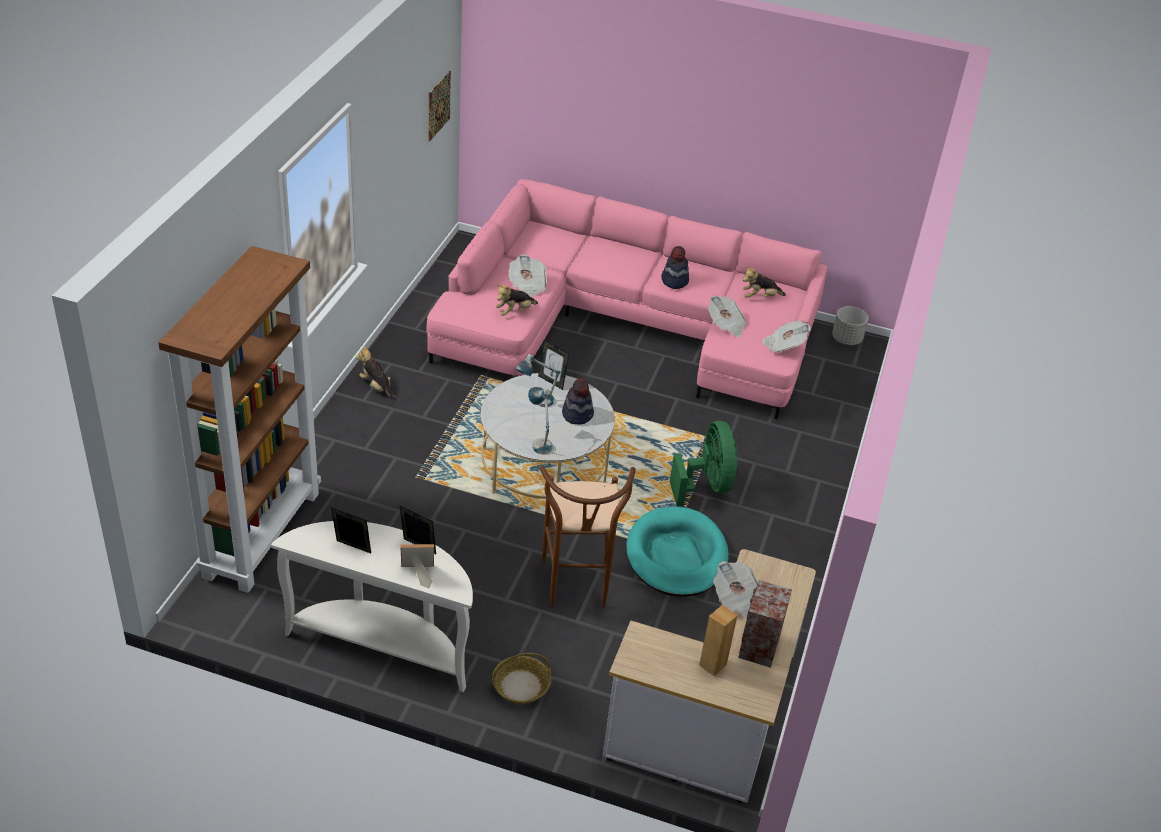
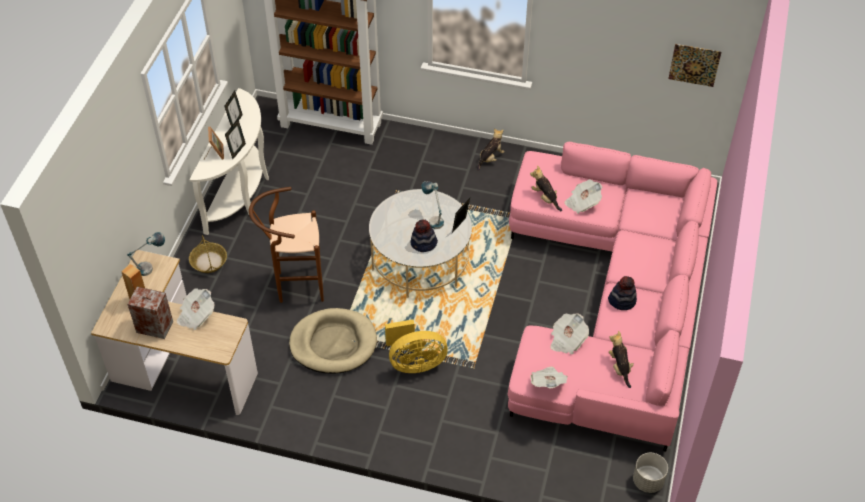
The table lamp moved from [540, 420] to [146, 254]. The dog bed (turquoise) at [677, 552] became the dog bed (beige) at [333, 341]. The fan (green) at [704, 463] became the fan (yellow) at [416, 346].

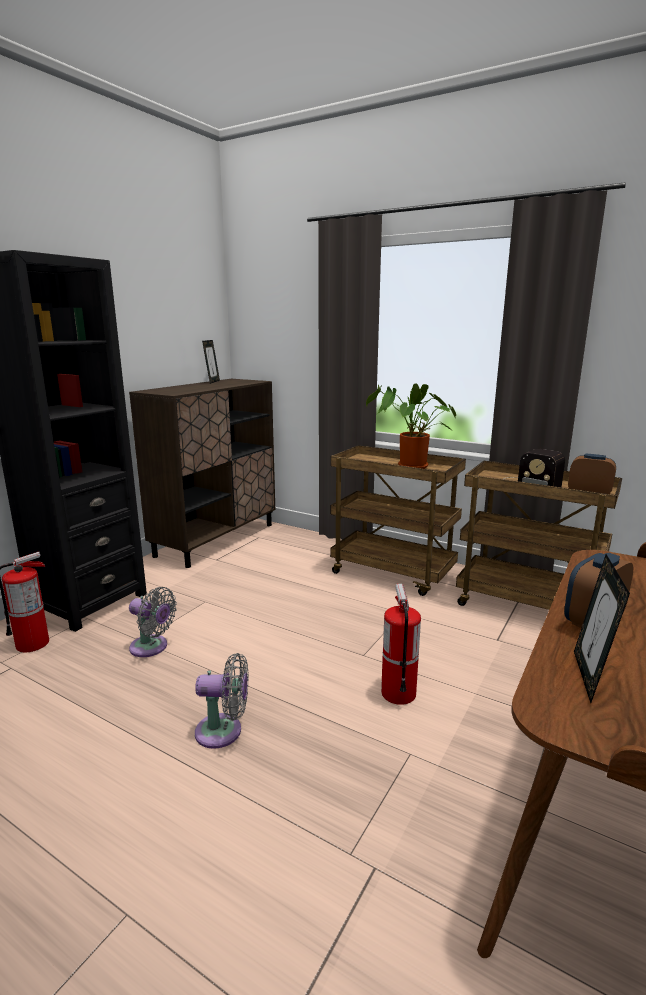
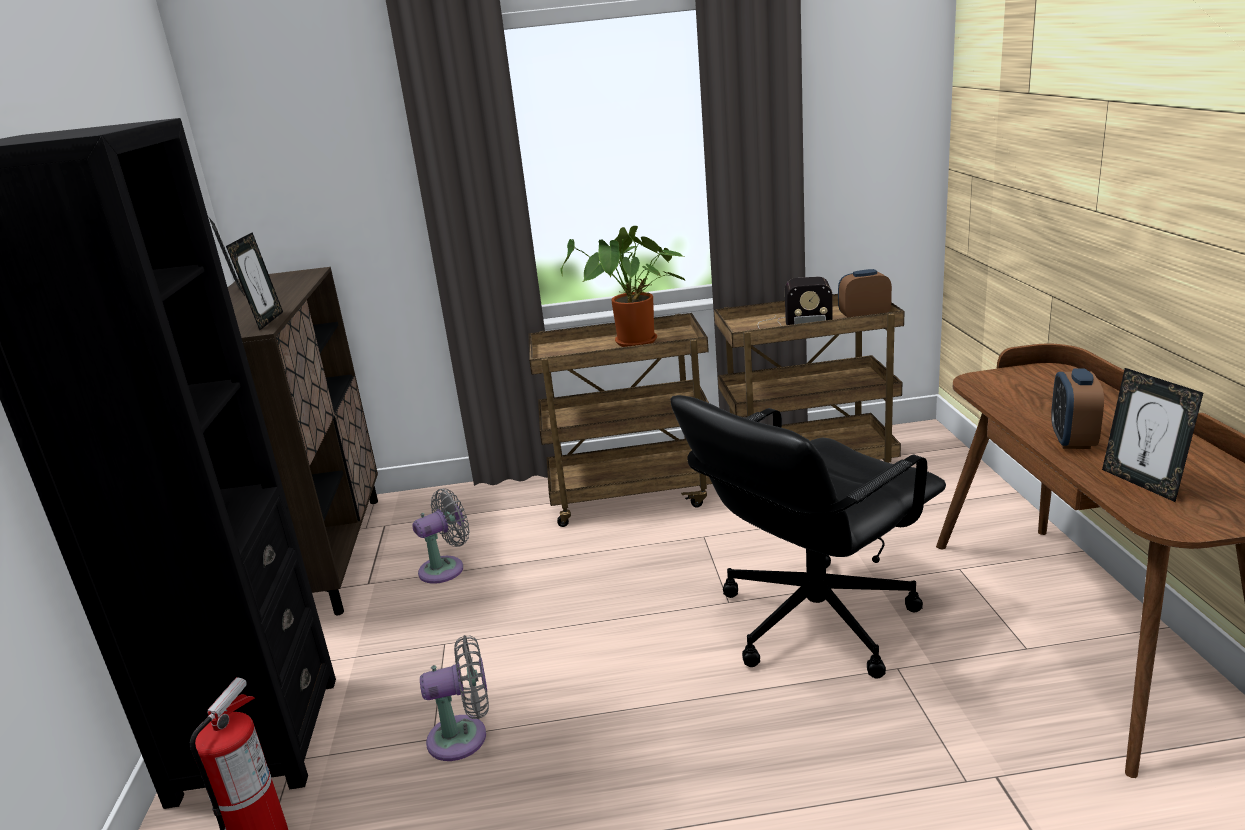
The picture frame at [254, 281] appeared. The fan (grey) moved from [222, 701] to [441, 536]. The fire extinguisher at [401, 644] was replaced by the office chair (black) at [808, 537].

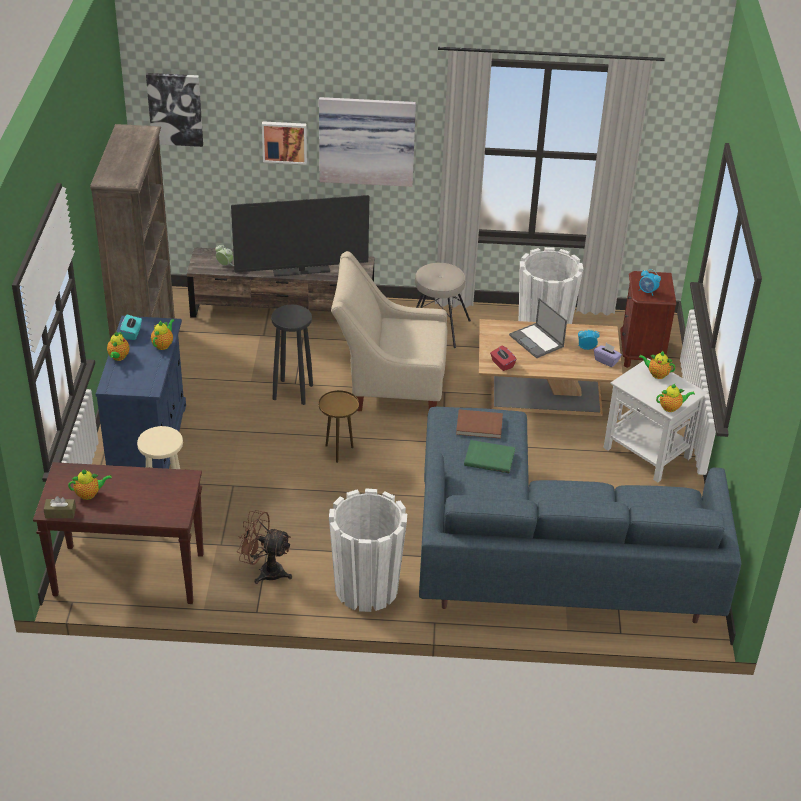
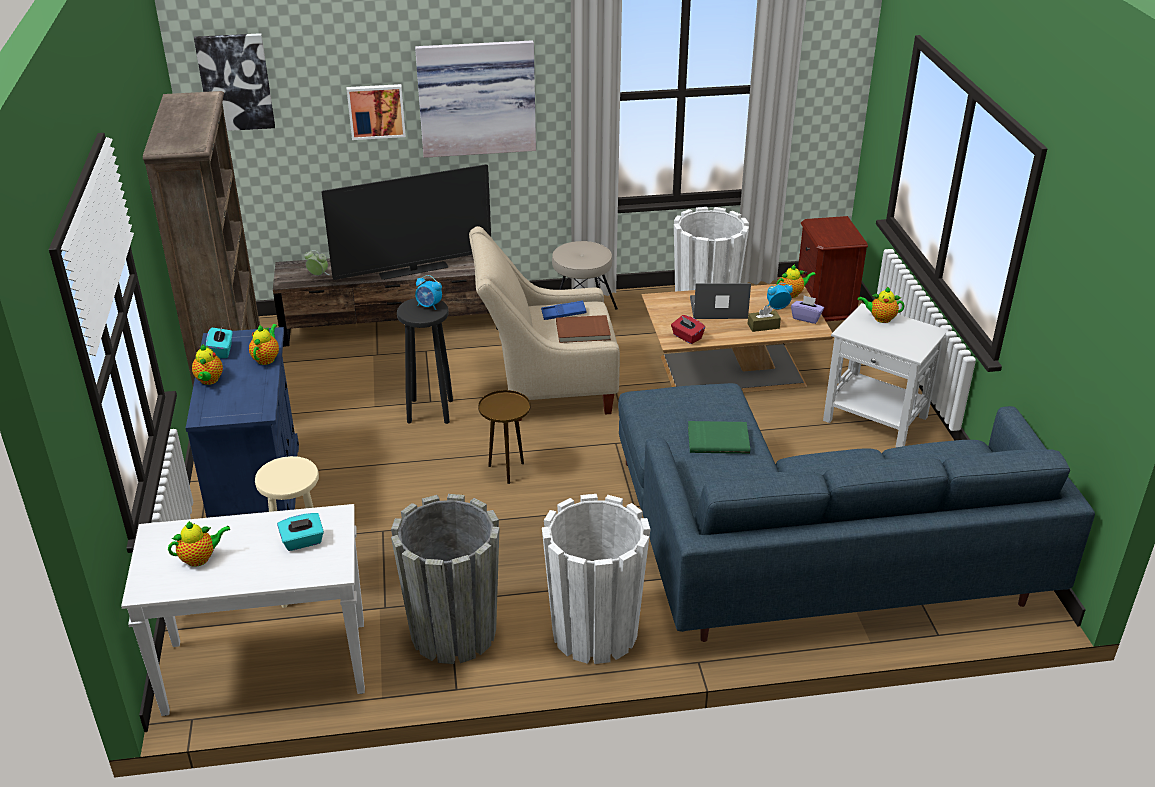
The tissue box (turquoise) at [300, 532] appeared. The tray (blue) at [563, 310] appeared. The tissue box (brown) moved from [60, 507] to [764, 319]. The book (brown) moved from [479, 424] to [583, 329]. The alarm clock moved from [650, 282] to [428, 292]. The teapot moved from [675, 398] to [796, 281]. The fan (brown) at [264, 547] was replaced by the planter (grey) at [445, 579]. The console table (brown) at [118, 533] became the console table (white) at [243, 610]. The laptop at [538, 328] turned 135 degrees clockwise.

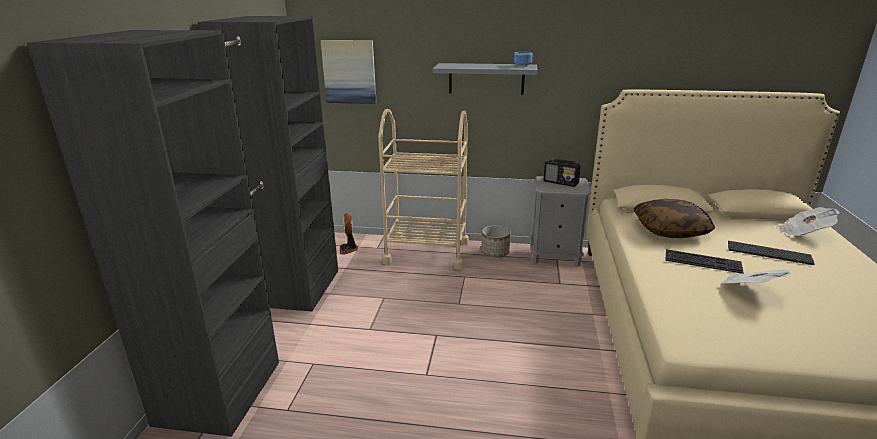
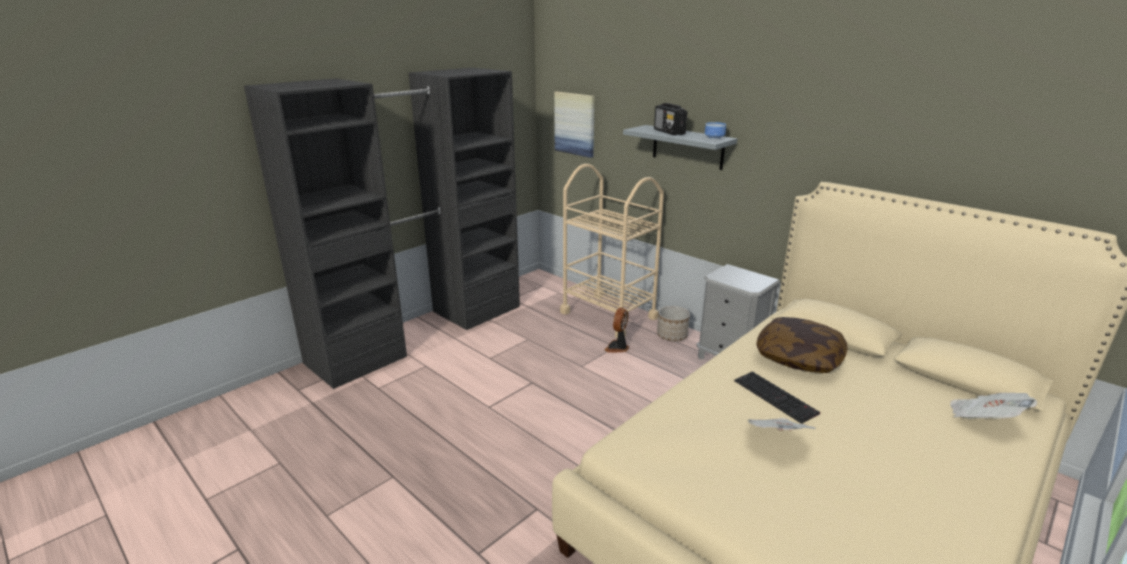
The keyboard at [771, 253] disappeared. The fan moved from [349, 234] to [617, 330]. The radio moved from [562, 172] to [670, 119].

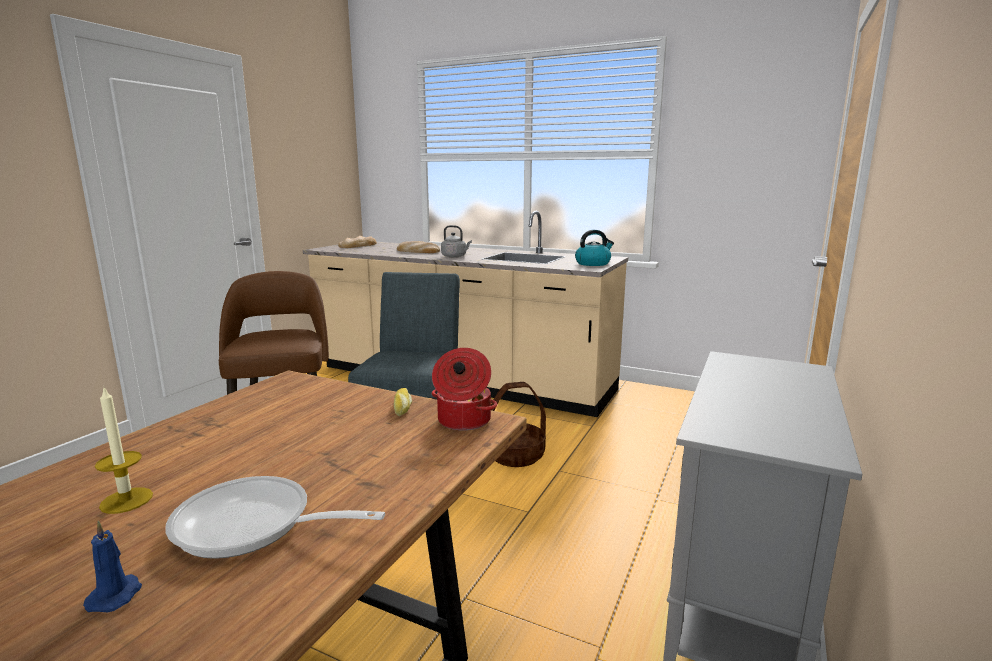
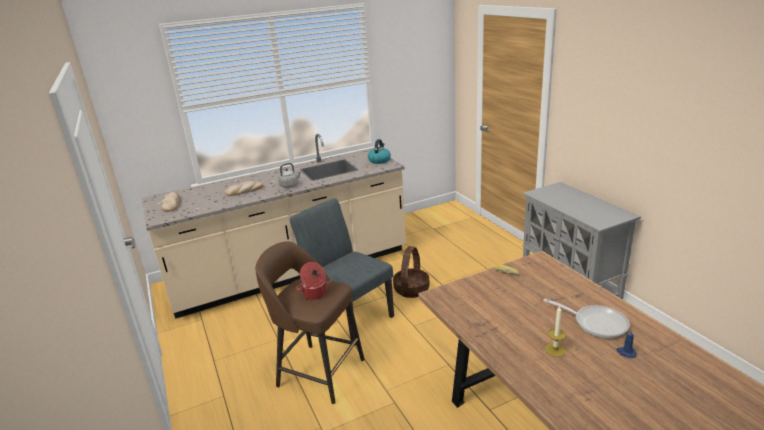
The cooking pot moved from [464, 389] to [313, 281]. The frying pan at [275, 517] turned 105 degrees counterclockwise.

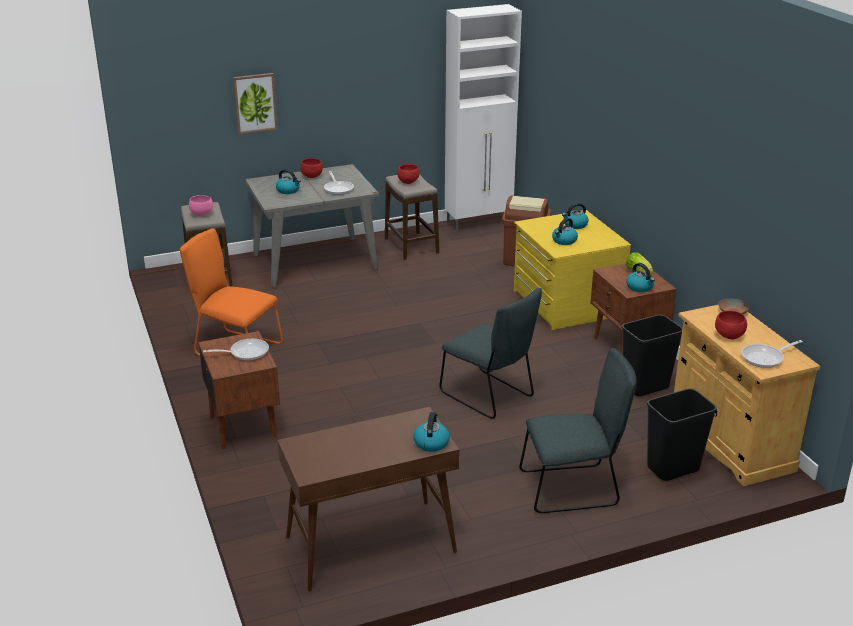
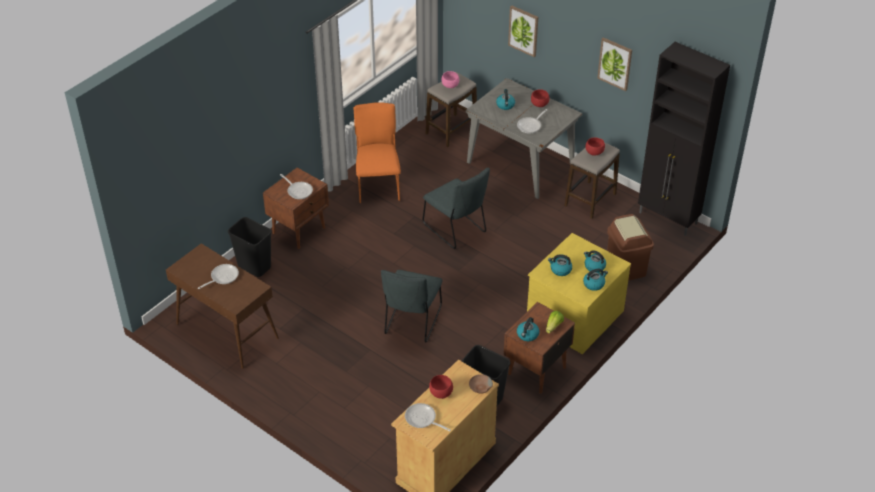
The frying pan at [218, 276] appeared. The picture at [614, 64] appeared. The kettle moved from [431, 432] to [595, 279]. The chair (grey) moved from [578, 430] to [456, 208]. The trash can (black) moved from [682, 434] to [250, 247]. The cabinet (white) at [483, 118] became the cabinet (black) at [684, 139].

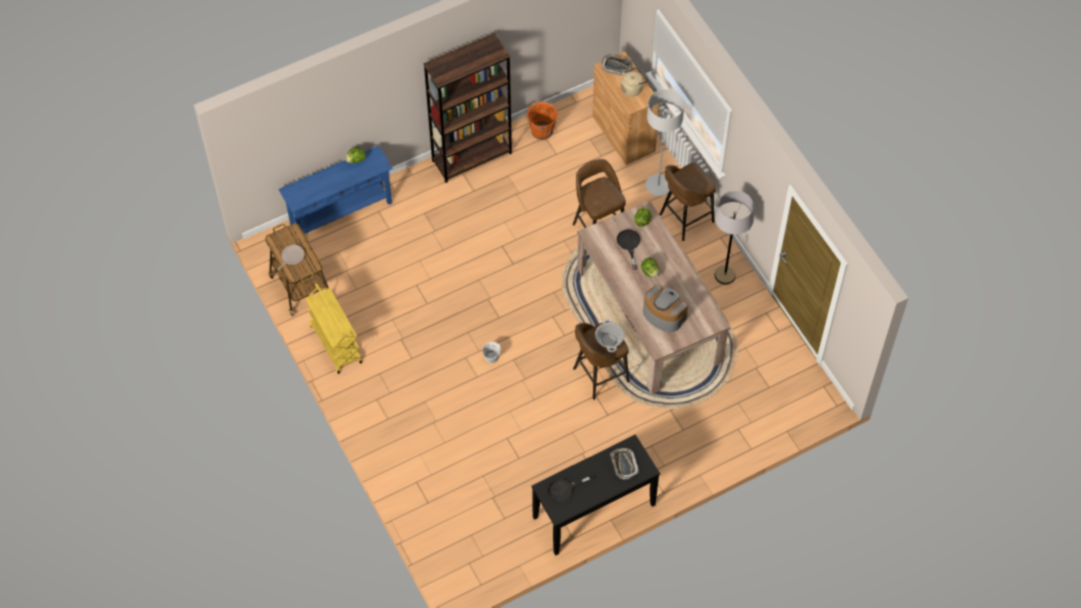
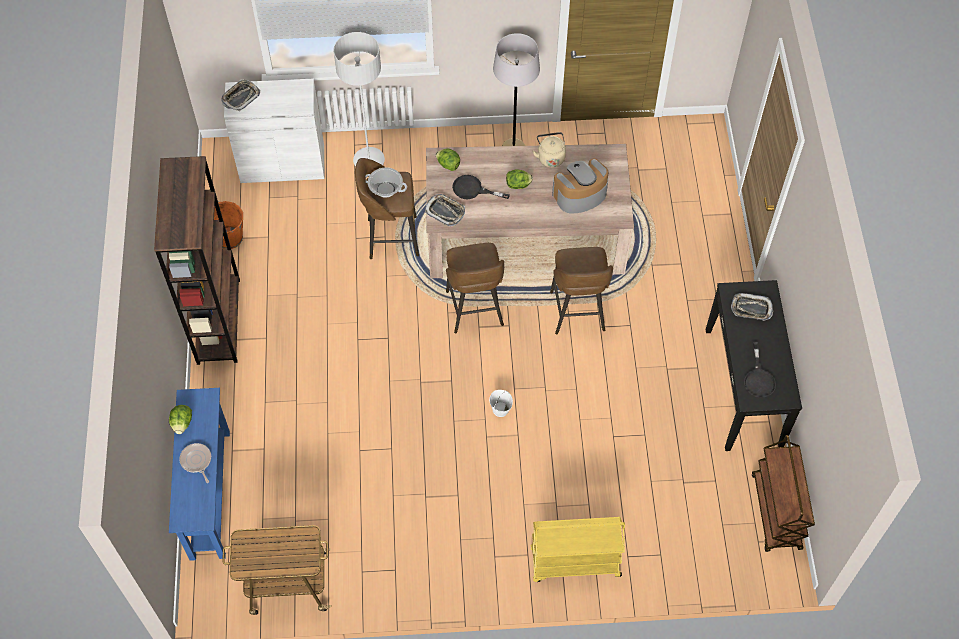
The tray at [445, 210] appeared. The cart (brown) at [783, 493] appeared. The frying pan moved from [291, 257] to [195, 463]. The cart (yellow) moved from [334, 328] to [577, 549]. The cooking pot moved from [609, 335] to [386, 183]. The kettle (beige) moved from [634, 82] to [549, 150]. The stool (brown) moved from [687, 202] to [475, 288]. The cabinet (brown) at [626, 108] became the cabinet (white) at [274, 130].

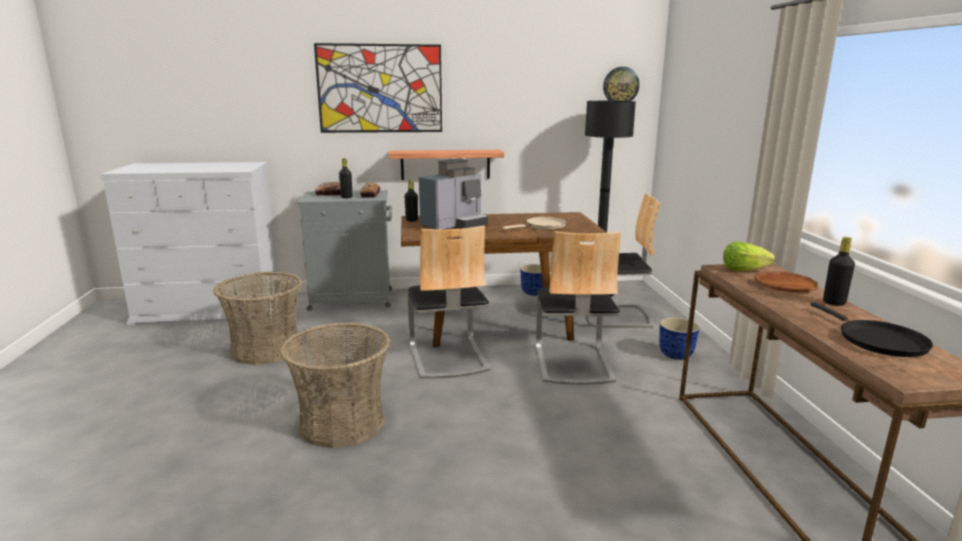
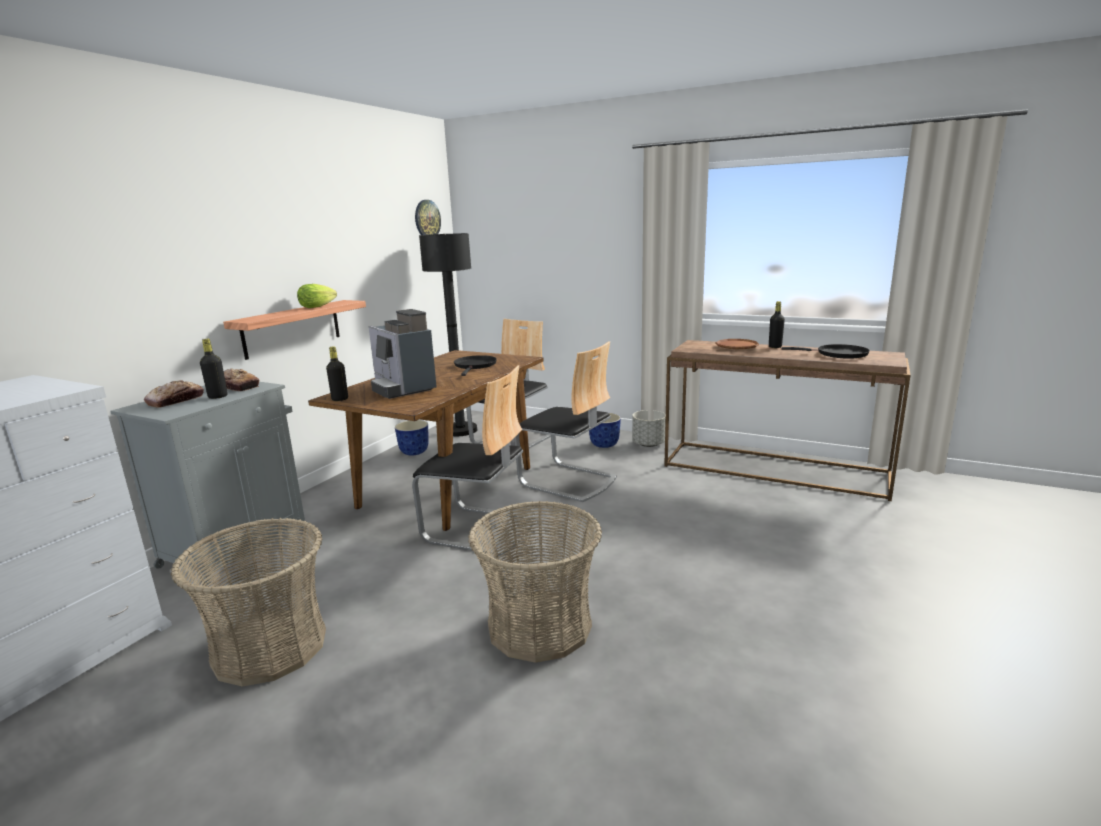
The picture at [378, 88] disappeared. The planter (grey) at [649, 428] appeared. The lettuce moved from [749, 257] to [317, 296]. The frying pan (beige) at [535, 223] became the frying pan (black) at [475, 365]. The coffee machine at [453, 193] turned 150 degrees clockwise.

